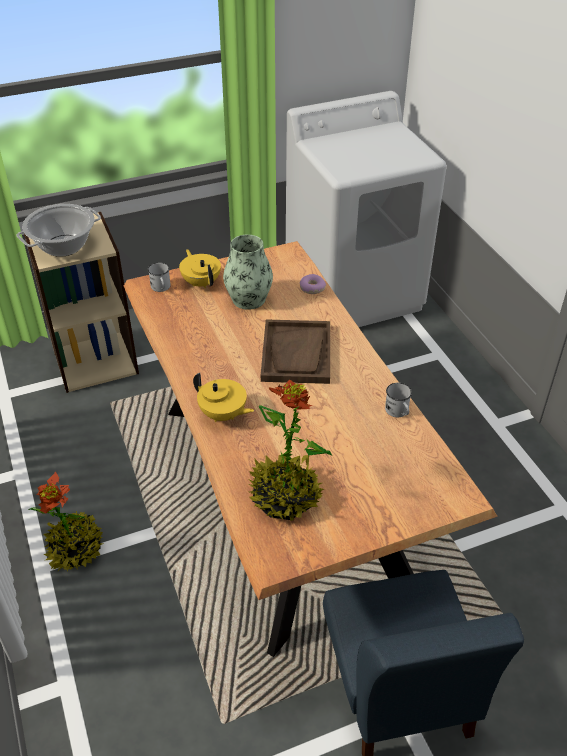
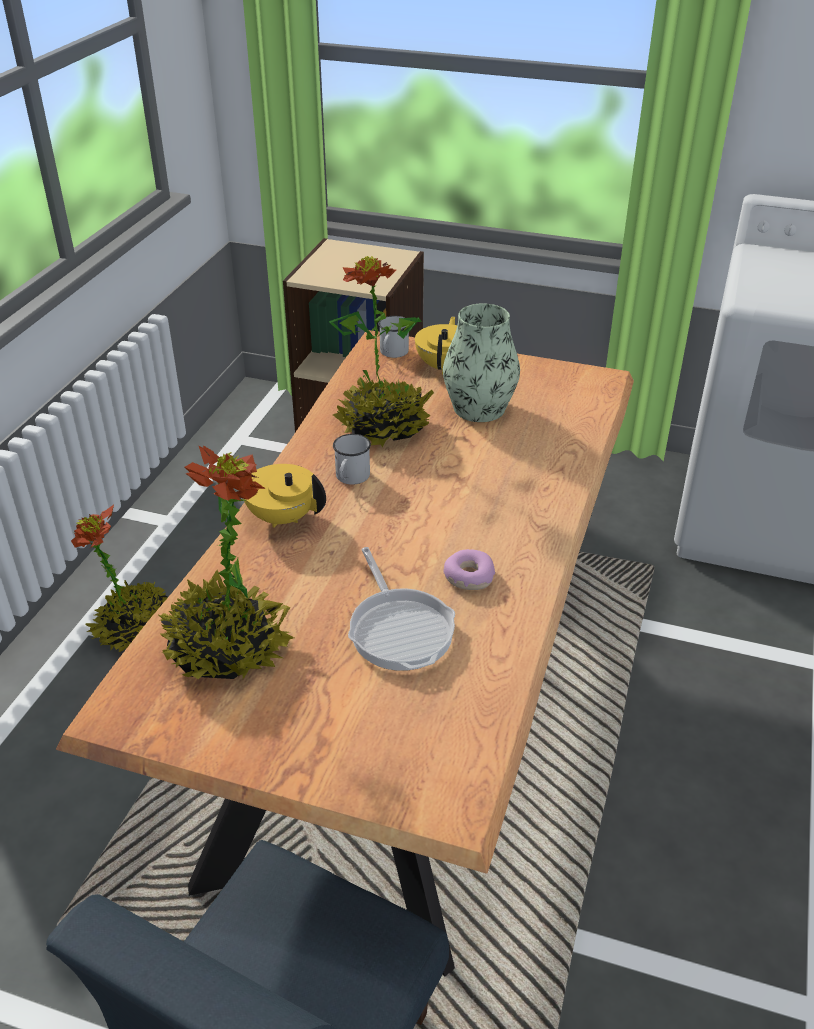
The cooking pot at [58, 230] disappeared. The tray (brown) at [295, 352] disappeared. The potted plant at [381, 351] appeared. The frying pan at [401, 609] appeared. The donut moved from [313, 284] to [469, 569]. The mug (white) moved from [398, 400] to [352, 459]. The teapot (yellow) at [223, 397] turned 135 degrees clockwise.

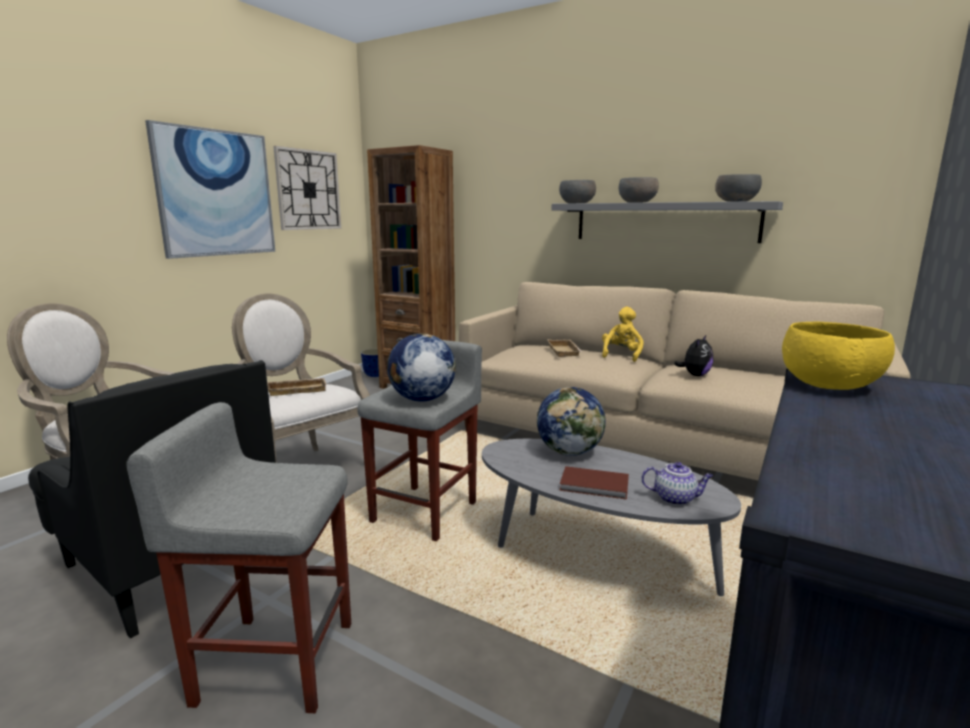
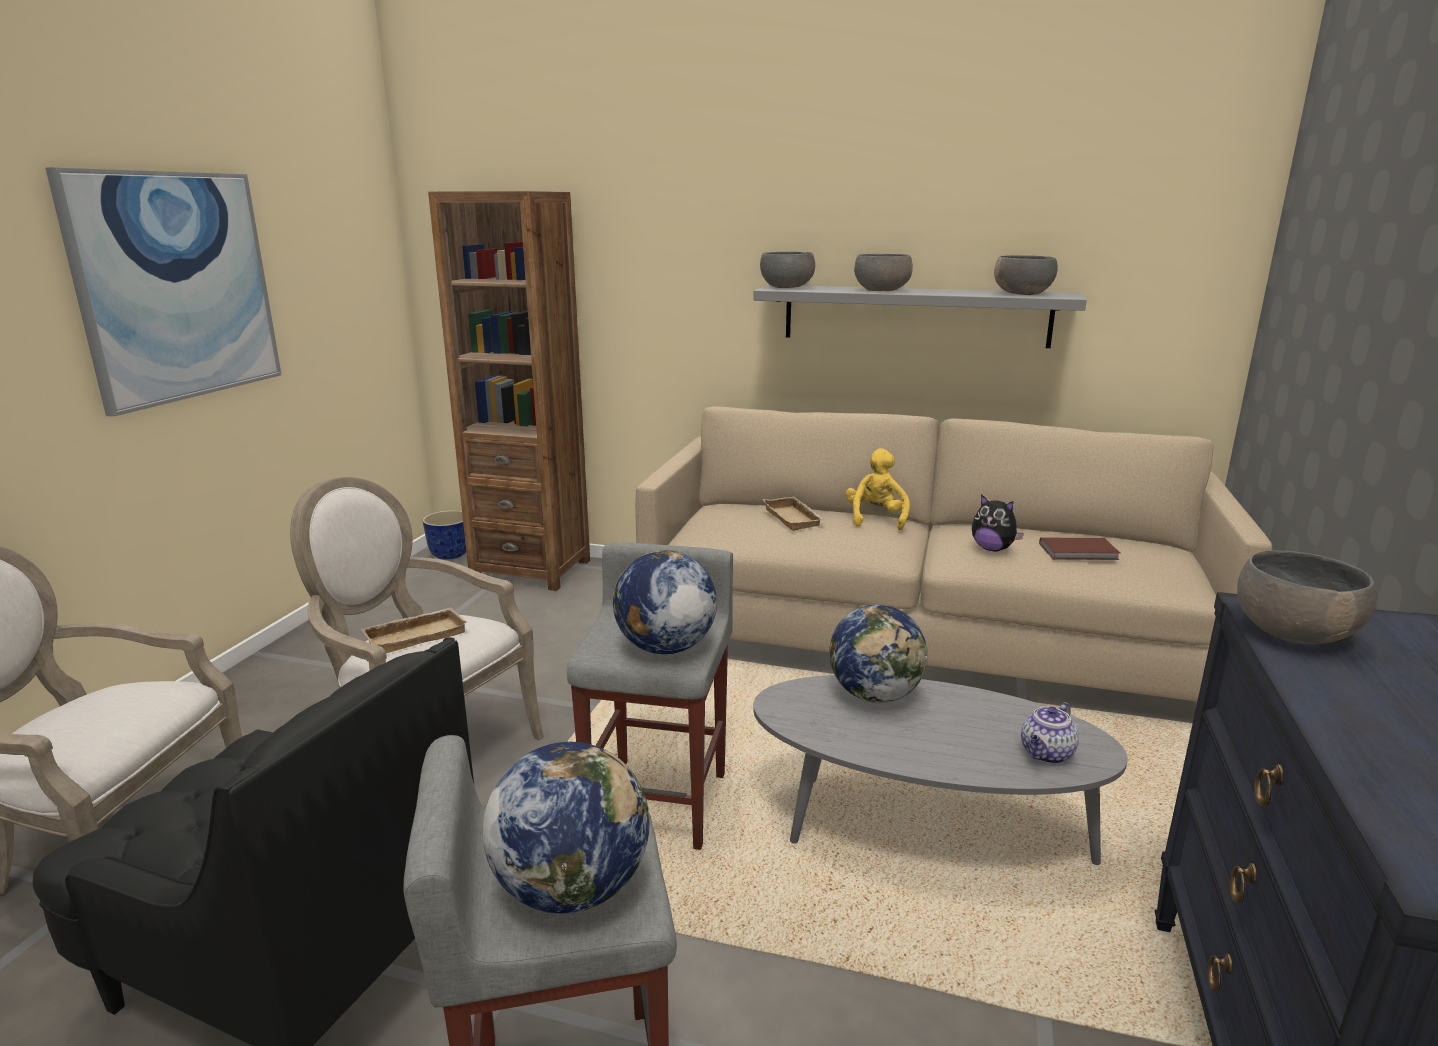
The wall clock at [307, 188] disappeared. The globe at [566, 828] appeared. The book (brown) moved from [594, 483] to [1079, 549]. The bowl (yellow) at [838, 356] became the bowl (grey) at [1307, 597]. The teapot at [677, 483] turned 135 degrees clockwise. The plush toy at [693, 355] turned 105 degrees clockwise.

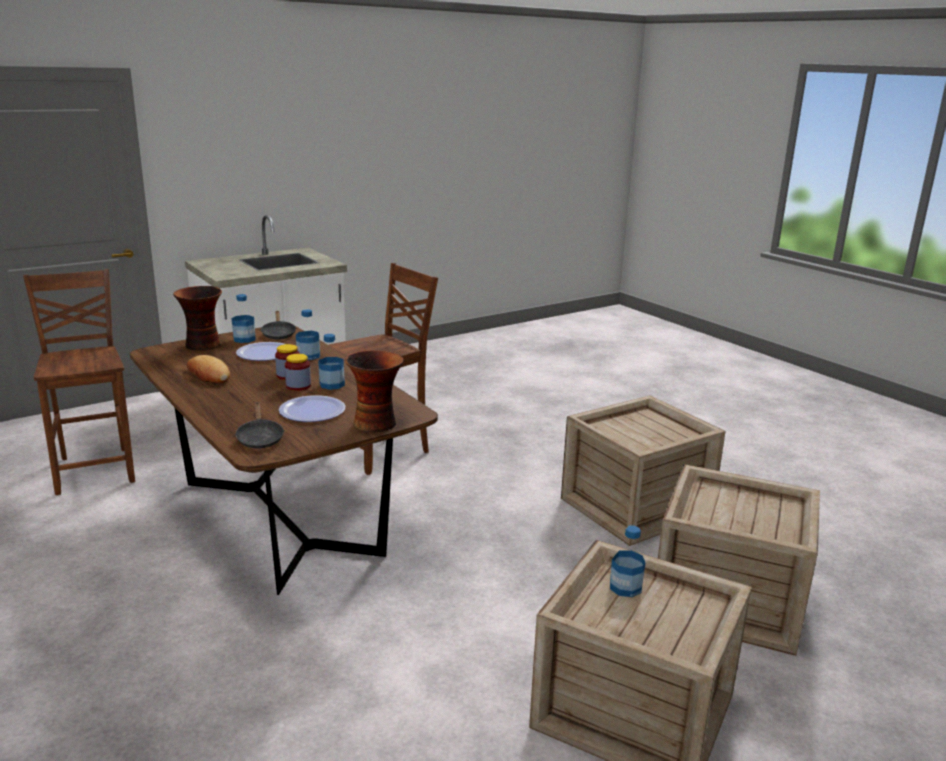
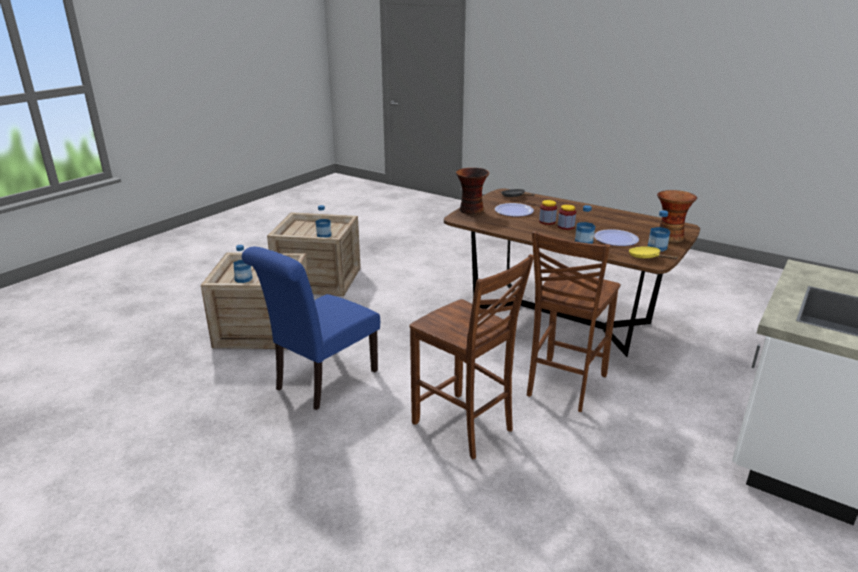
The bread at [208, 369] disappeared. The chair (brown) moved from [79, 382] to [472, 356]. The bottle moved from [331, 362] to [243, 264]. The crate at [643, 470] was replaced by the chair (blue) at [311, 328]. The frying pan (black) at [278, 325] became the frying pan (yellow) at [653, 253].

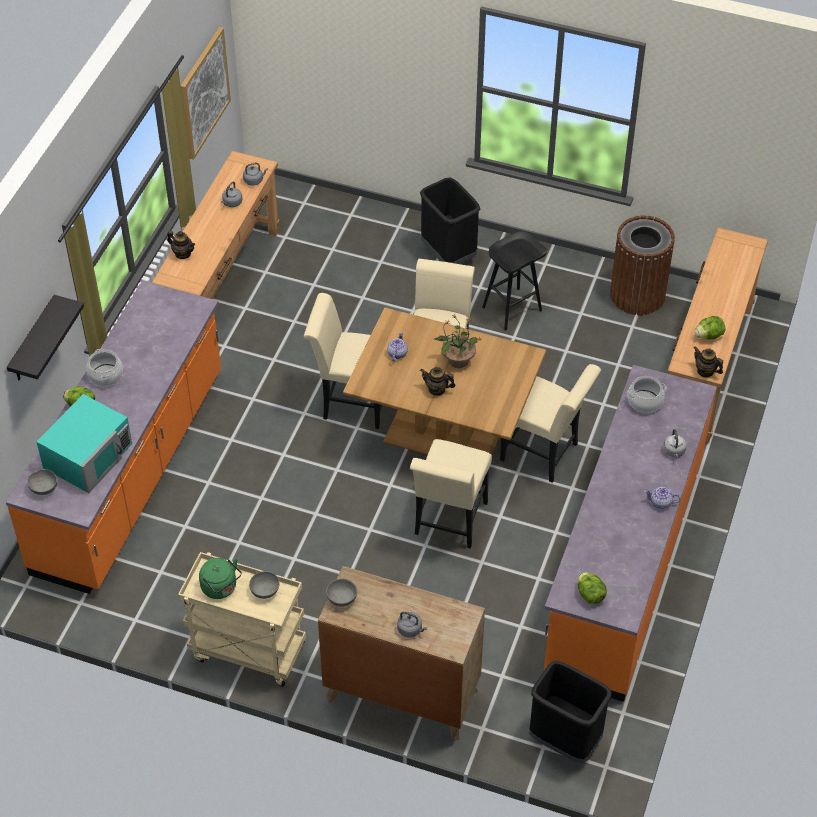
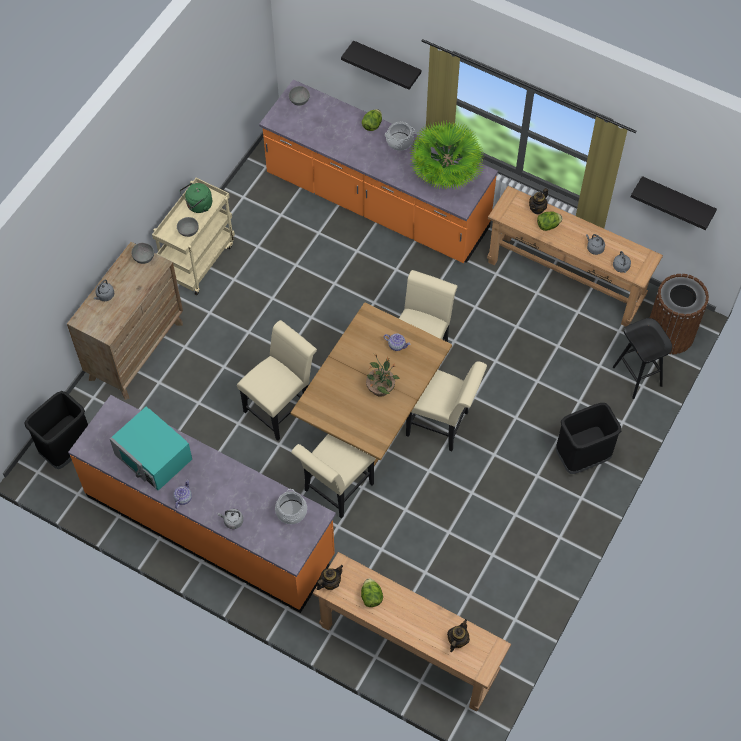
The potted plant at [447, 156] appeared. The microwave (turquoise) moved from [84, 443] to [151, 449]. The teapot moved from [437, 381] to [458, 635]. The stool (black) moved from [514, 281] to [642, 358]. The lettuce moved from [592, 588] to [549, 221]. The trash can (brown) moved from [642, 265] to [679, 314]. The picture at [206, 93] was replaced by the shelf (black) at [674, 203]. The chair (beige) at [451, 494] turned 105 degrees clockwise.

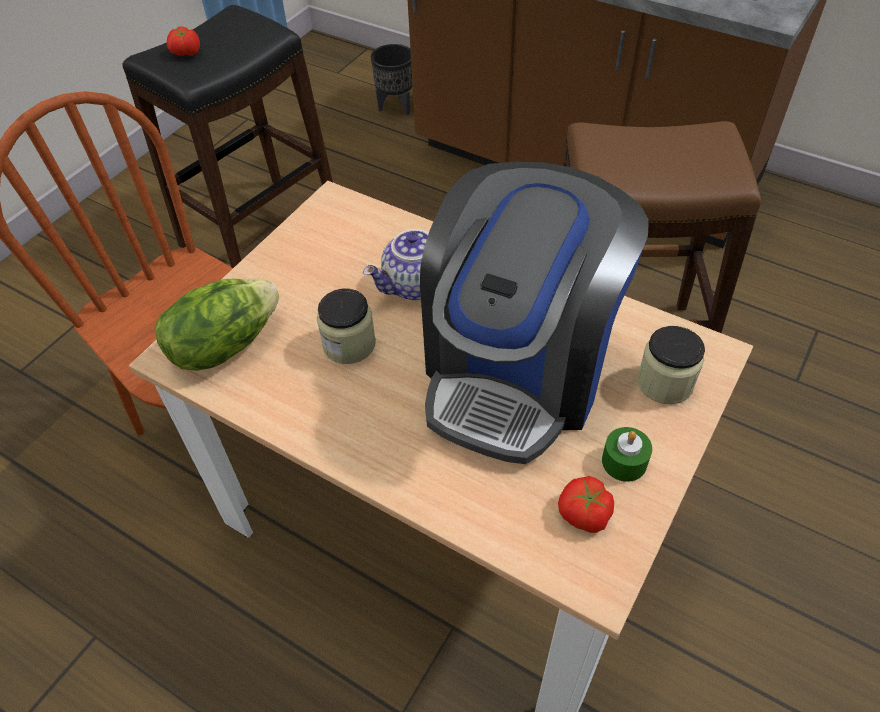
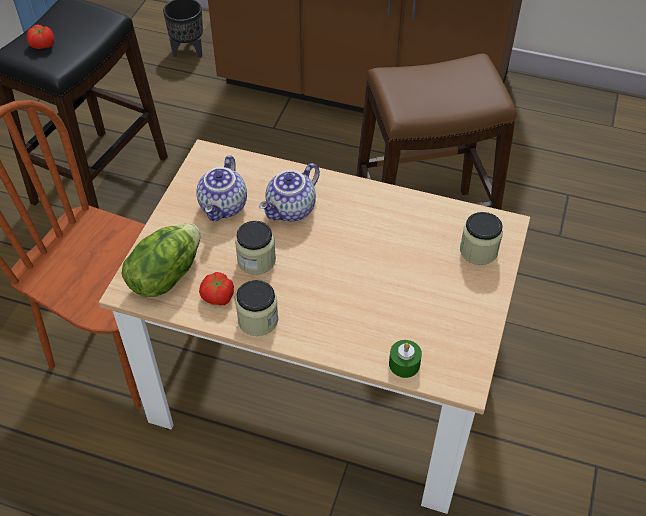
The coffee machine at [534, 313] disappeared. The teapot at [221, 188] appeared. The jar at [256, 308] appeared. The tomato moved from [586, 504] to [216, 289]. The candle (green) moved from [627, 454] to [405, 359].

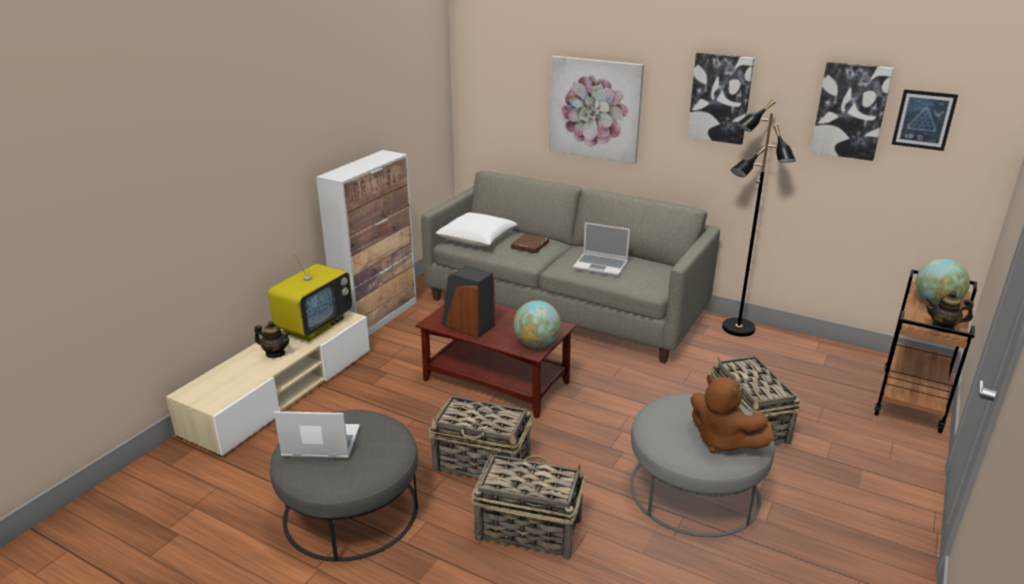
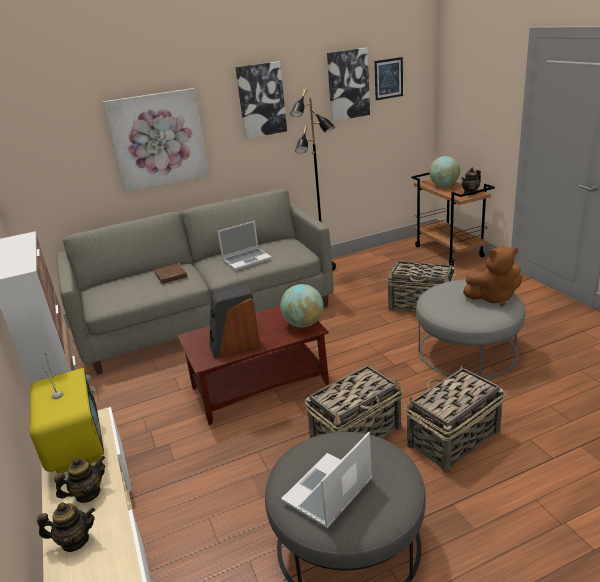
The pillow (white) at [477, 229] disappeared. The teapot at [66, 527] appeared.

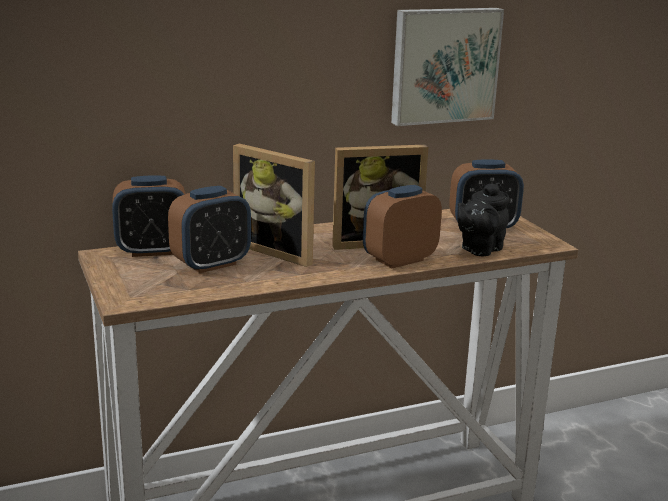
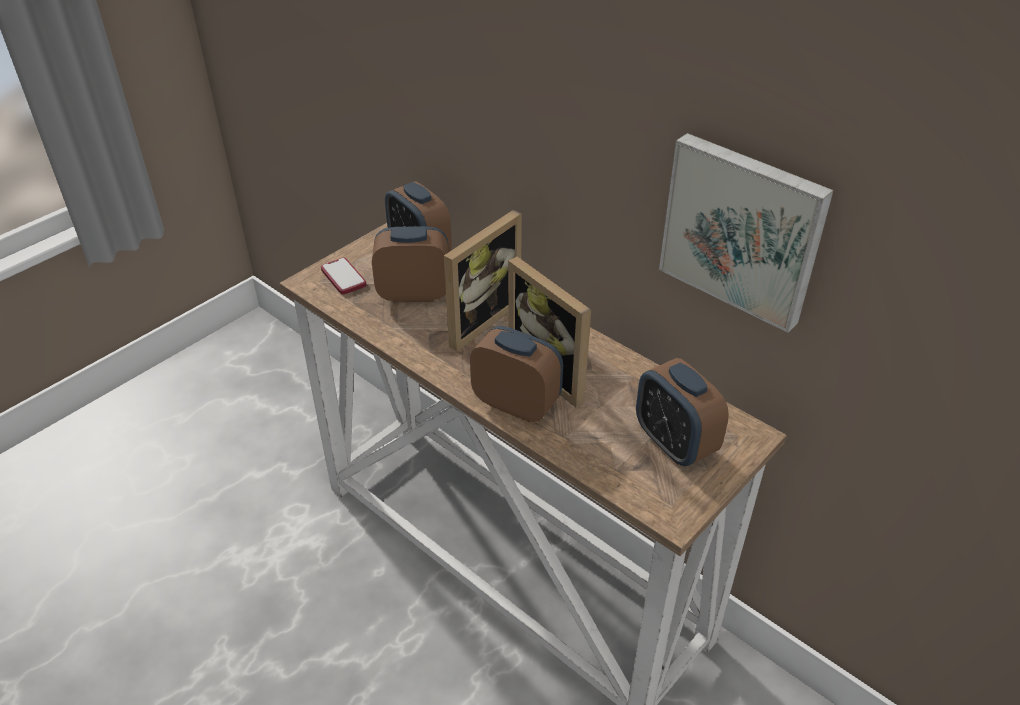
The teapot (black) at [483, 219] disappeared. The phone at [343, 276] appeared. The alarm clock at [209, 229] turned 150 degrees clockwise. The picture frame at [274, 205] turned 150 degrees counterclockwise.

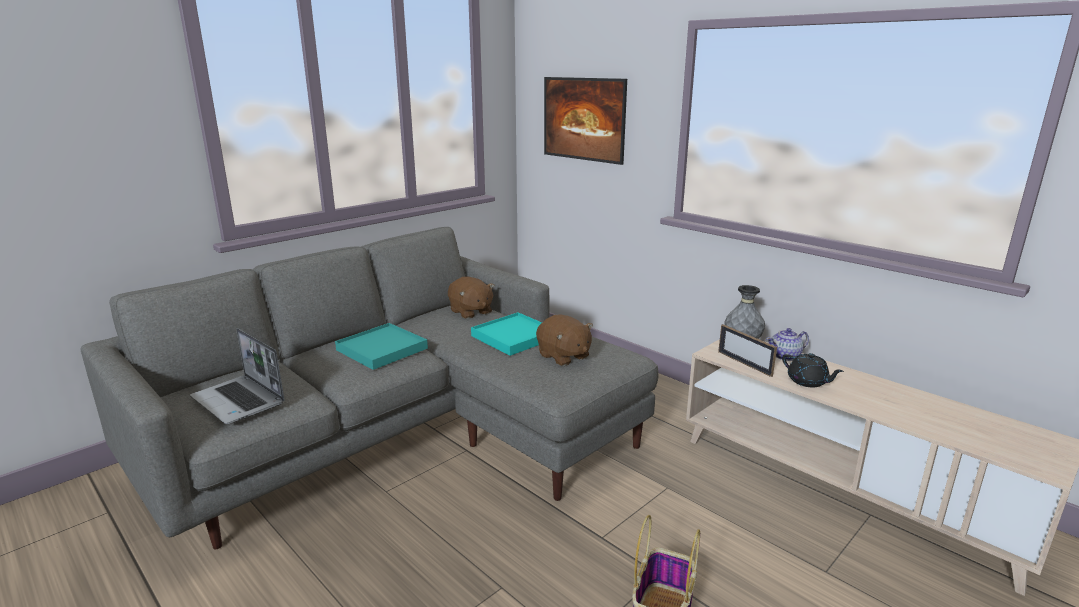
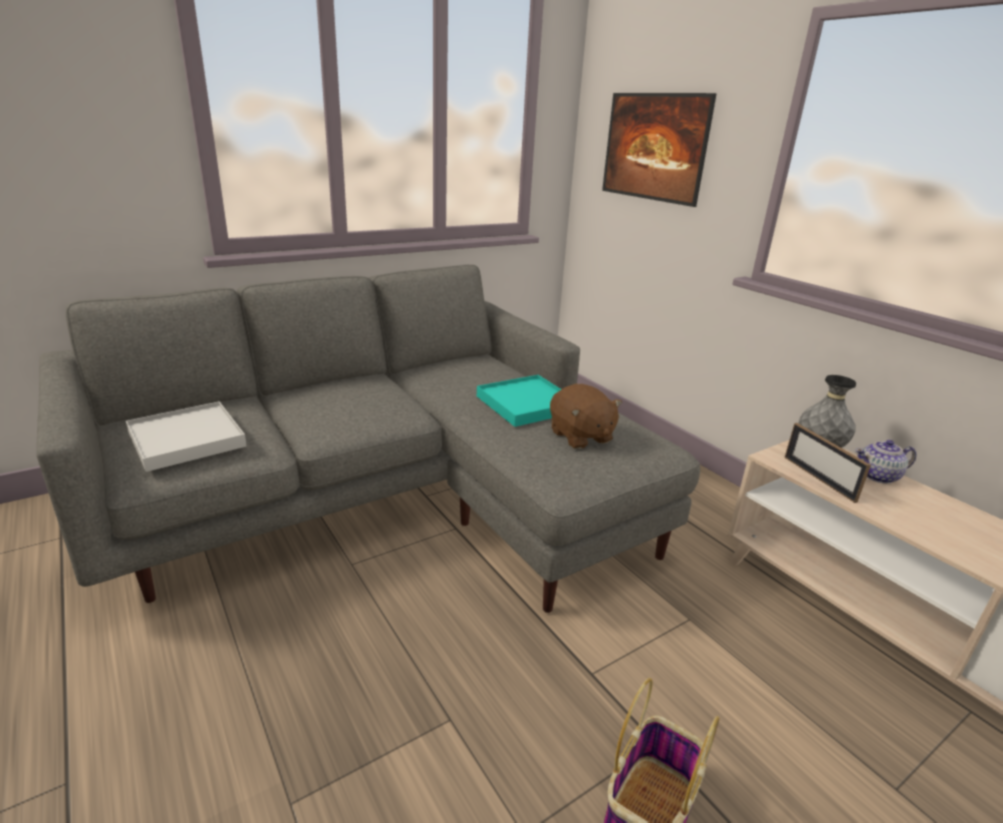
The tray (turquoise) at [381, 346] disappeared. The plush toy (brown) at [471, 298] disappeared. The teapot (black) at [813, 370] disappeared. The laptop at [237, 376] was replaced by the tray (white) at [186, 436].

